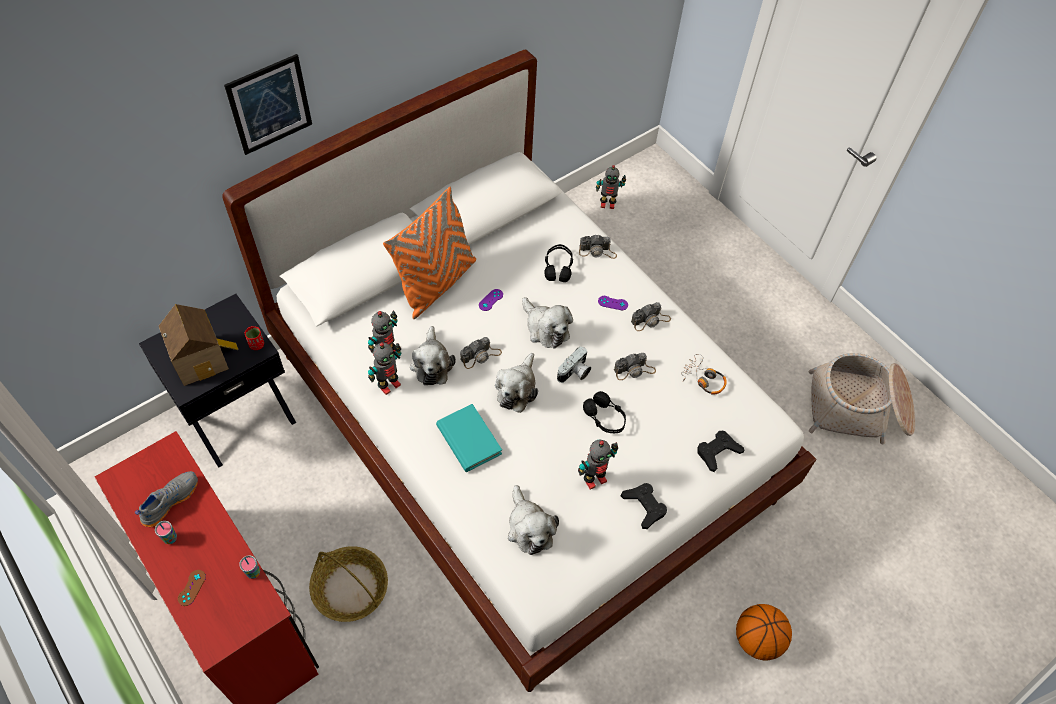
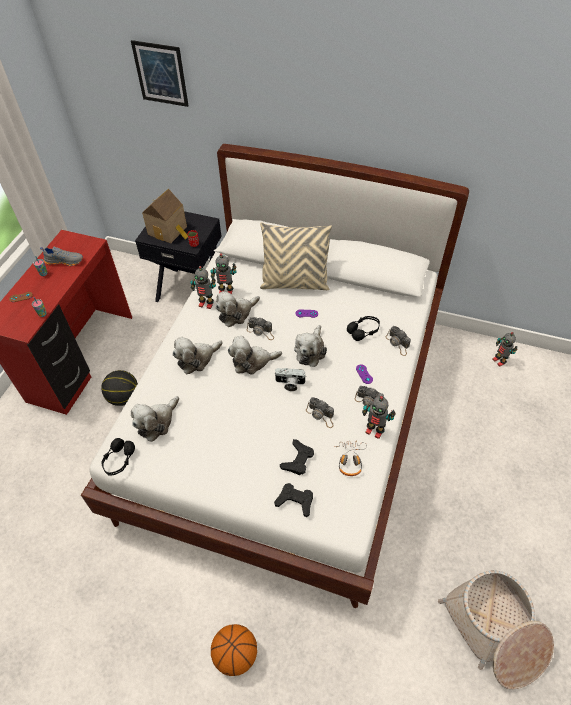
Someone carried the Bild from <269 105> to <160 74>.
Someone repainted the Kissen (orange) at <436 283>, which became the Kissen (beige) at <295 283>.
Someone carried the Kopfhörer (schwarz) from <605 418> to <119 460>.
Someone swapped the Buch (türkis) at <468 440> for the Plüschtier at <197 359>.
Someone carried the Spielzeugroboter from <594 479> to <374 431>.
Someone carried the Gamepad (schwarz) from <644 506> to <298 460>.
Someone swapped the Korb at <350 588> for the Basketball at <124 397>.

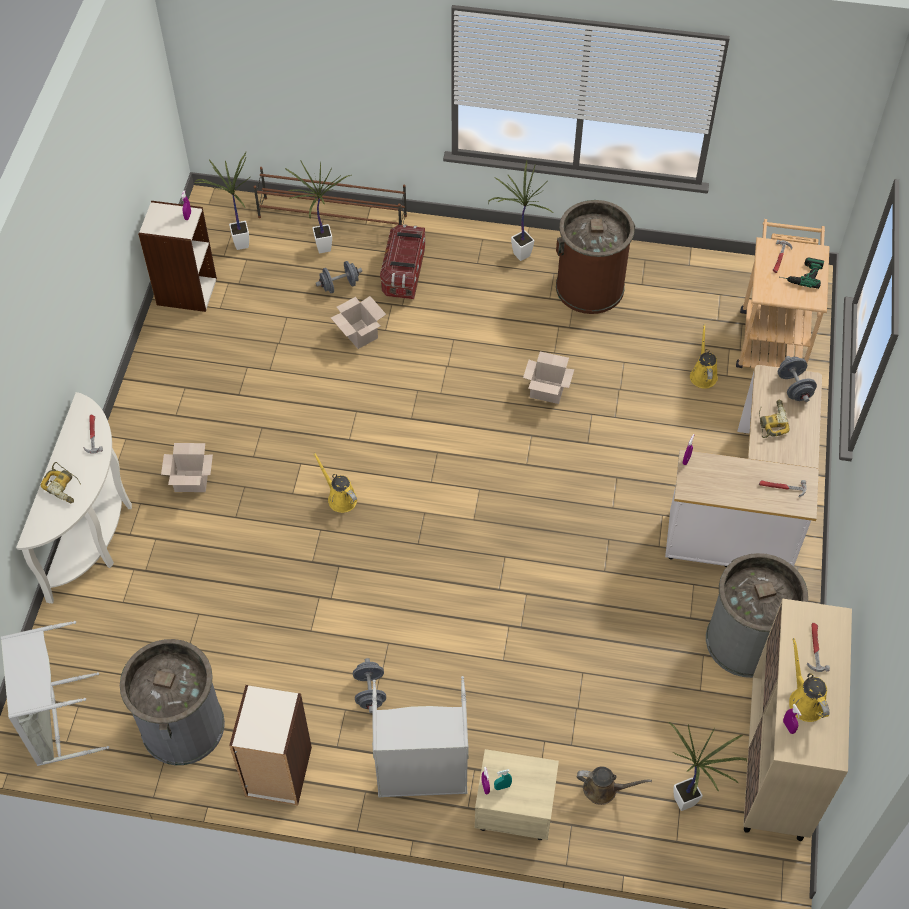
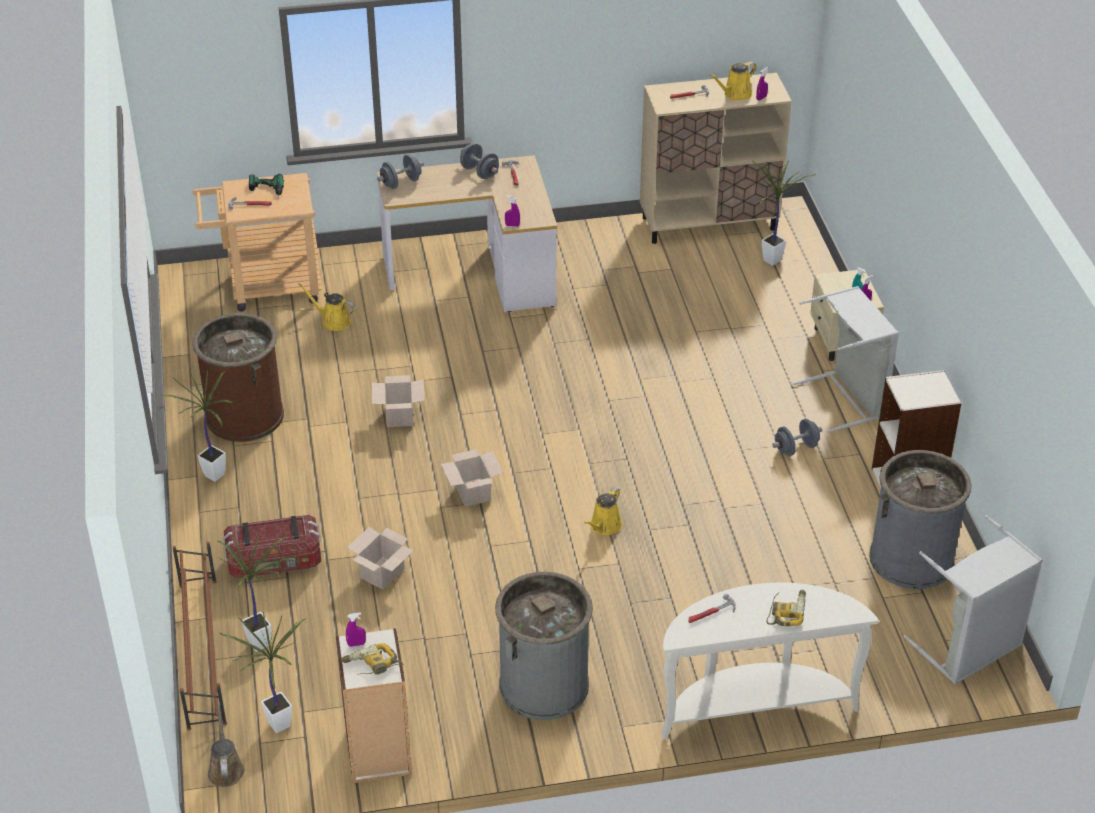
Someone carried the Hantel (grau) from <339 285> to <479 172>.
Someone rotated the Gießkanne (gelb) at <703 374> by 45 degrees clockwise.
Someone carried the Bohrmaschine from <771 421> to <372 665>.
Someone carried the Karton from <192 480> to <472 492>.
Someone carried the Mülleimer (grau) from <746 640> to <543 685>.
Someone carried the Gießkanne (braun) from <604 789> to <225 768>.

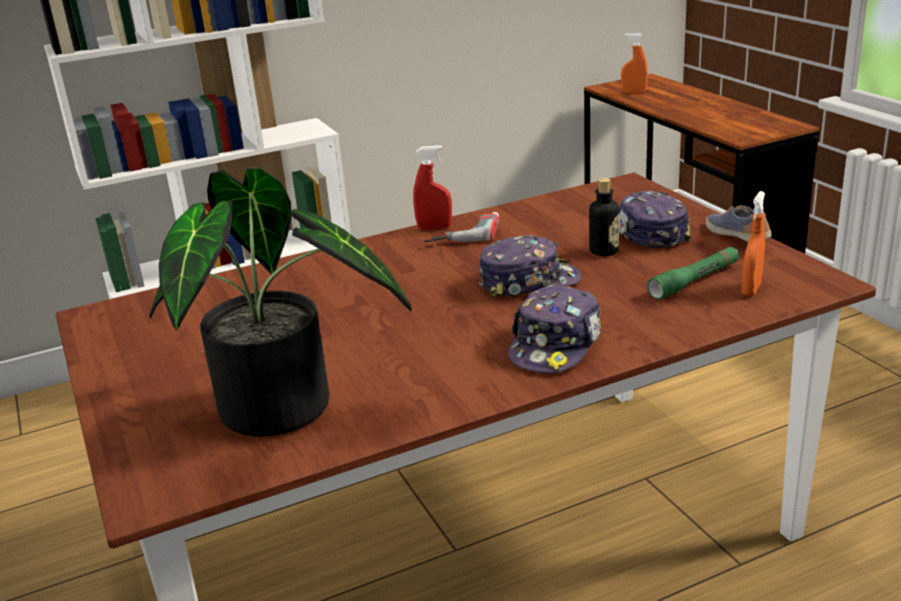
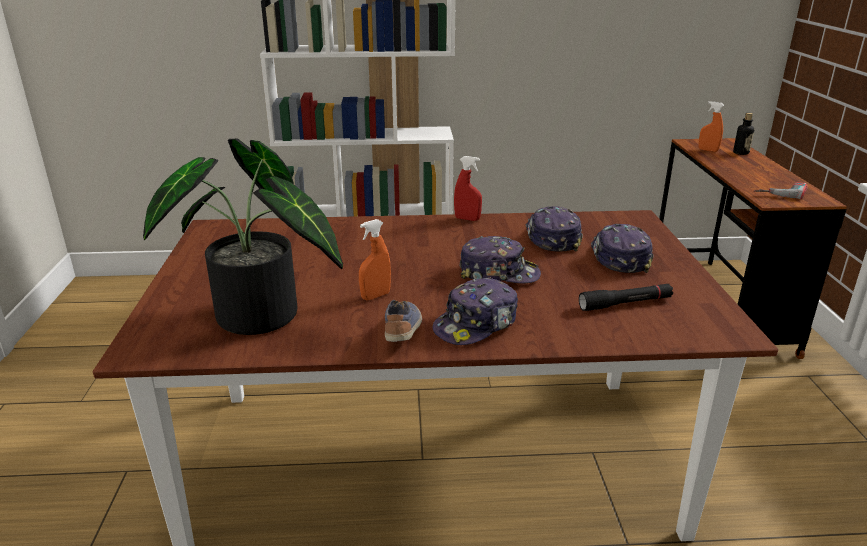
Someone carried the Flasche from <604 251> to <741 153>.
Someone carried the Sprühflasche (orange) from <751 289> to <375 296>.
Someone carried the Schuh from <738 237> to <403 330>.
Someone carried the Bohrmaschine from <464 233> to <780 192>.
Someone repainted the Taschenlampe (grün) at <695 281>, which became the Taschenlampe (schwarz) at <625 304>.
Someone put down the Kappe at <552 239>.

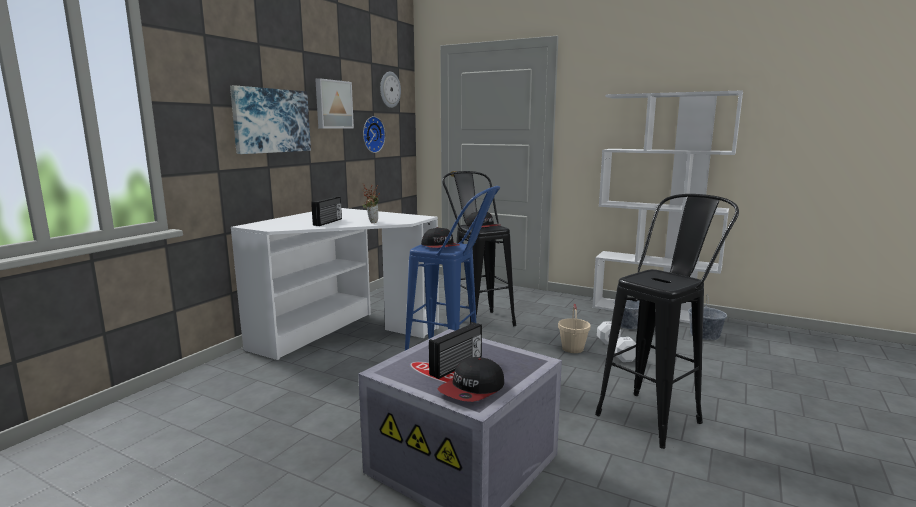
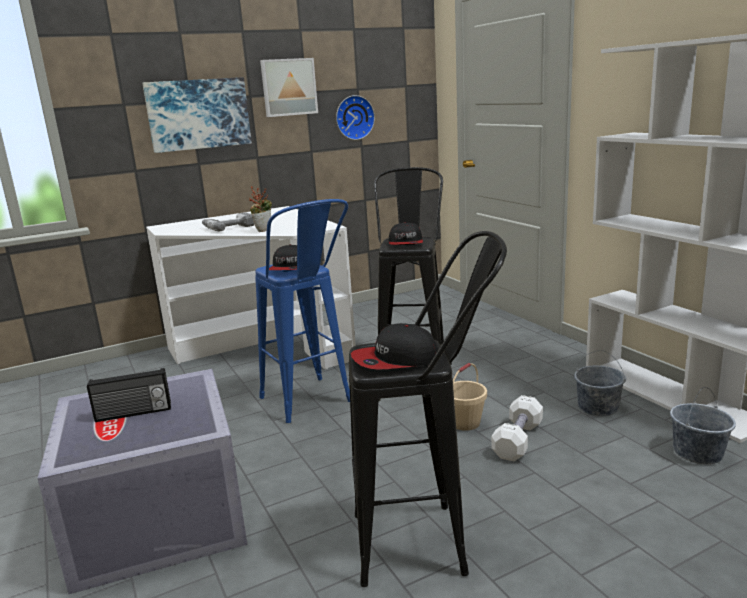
Someone took away the Wanduhr at <389 89>.
Someone swapped the Radio at <328 222> for the Bohrmaschine at <227 227>.
Someone carried the Kappe from <472 389> to <395 360>.

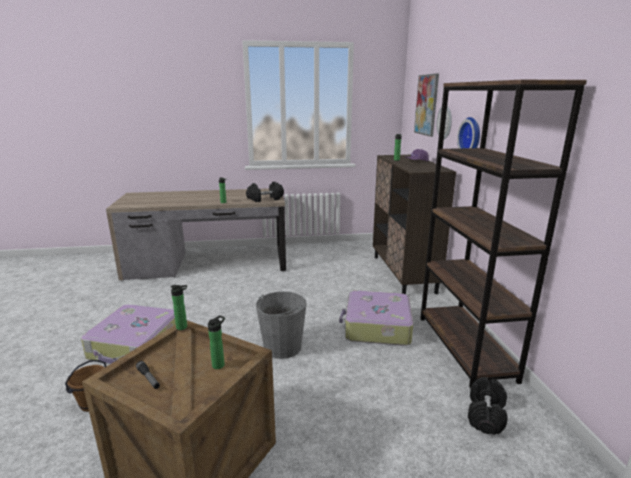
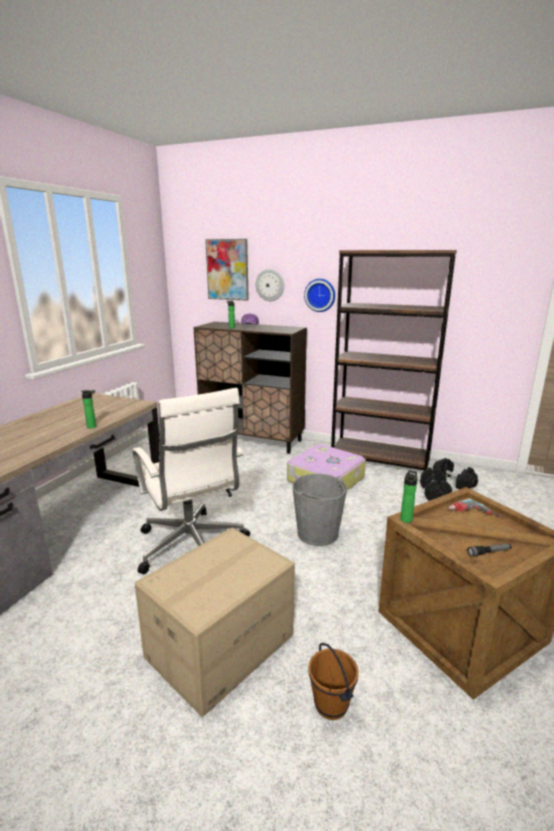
Someone carried the Hantel (schwarz) from <265 199> to <434 493>.
Someone swapped the Koffer at <136 345> for the Karton at <220 645>.
Someone swapped the Flasche at <220 364> for the Bohrmaschine at <474 514>.
Someone put down the Bürostuhl (weiß) at <192 547>.

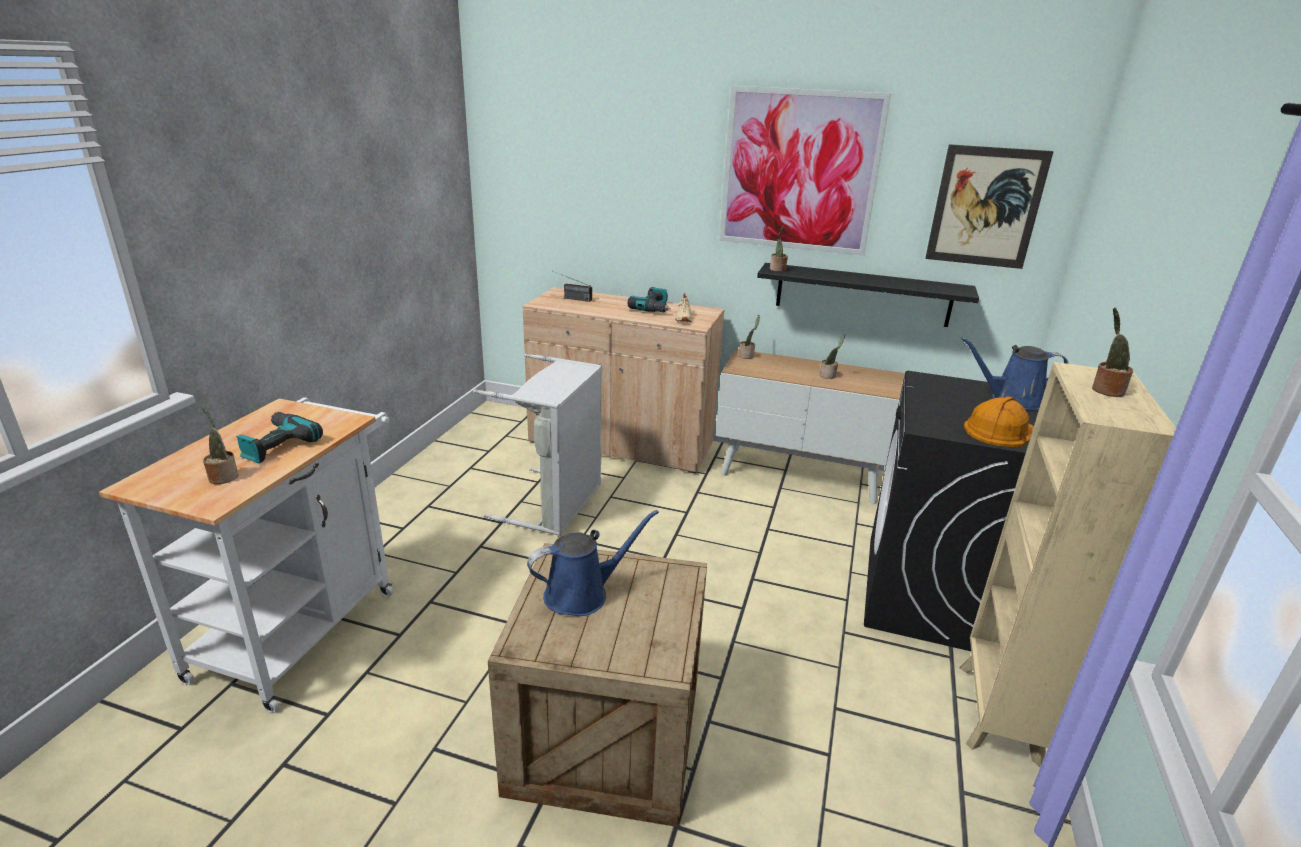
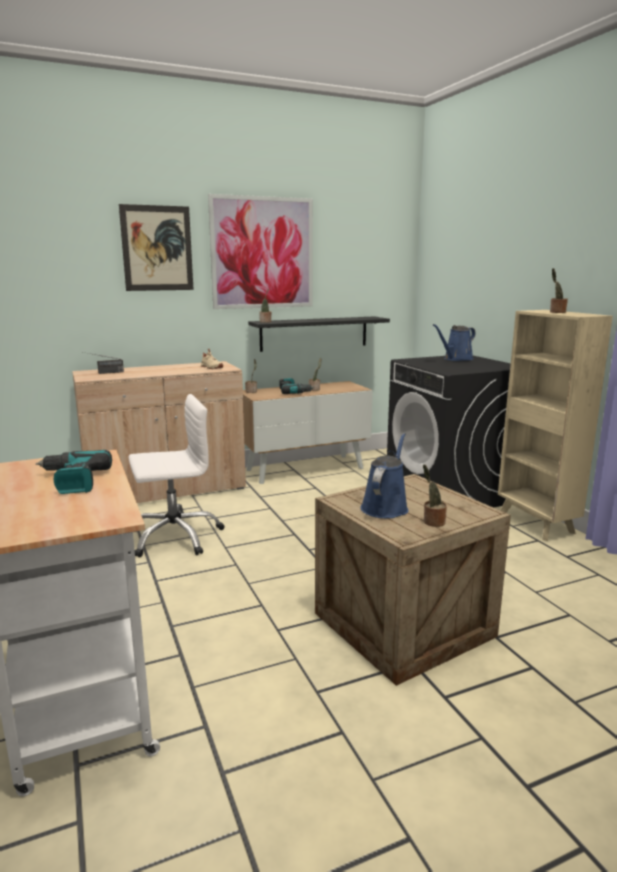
Someone carried the Bild from <986 207> to <157 248>.
Someone carried the Bohrmaschine from <654 308> to <294 392>.
Someone swapped the Wäschekorb (grau) at <556 504> for the Bürostuhl (weiß) at <174 536>.
Someone took away the Schutzhelm (orange) at <999 430>.
Someone carried the Topfpflanze from <223 476> to <432 522>.

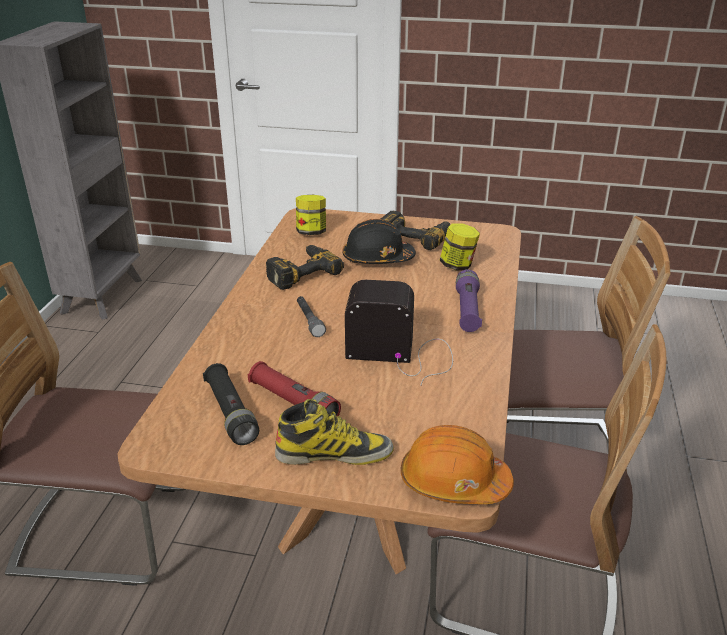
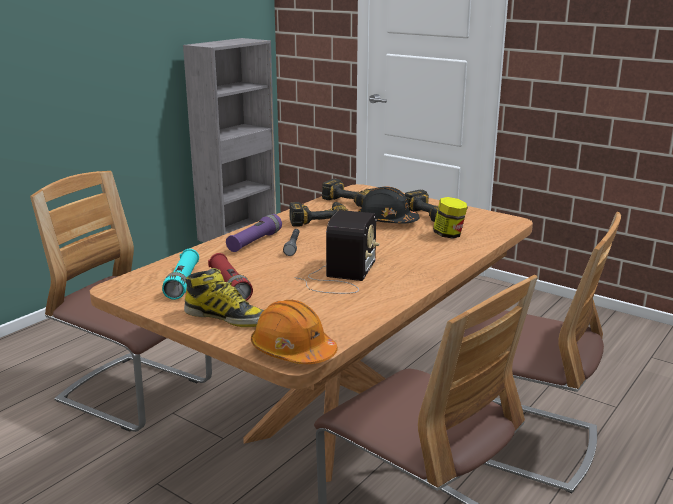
Someone swapped the Vorratsglas at <311 232> for the Bohrmaschine at <353 199>.
Someone carried the Taschenlampe (lila) from <467 310> to <254 242>.
Someone rotated the Radio at <403 353> by 75 degrees clockwise.
Someone repainted the Taschenlampe (schwarz) at <231 413>, which became the Taschenlampe (türkis) at <183 282>.

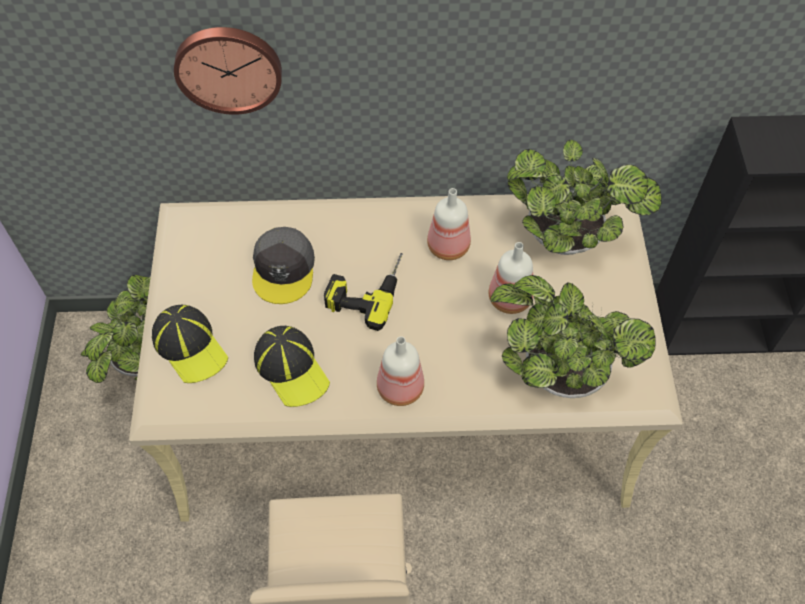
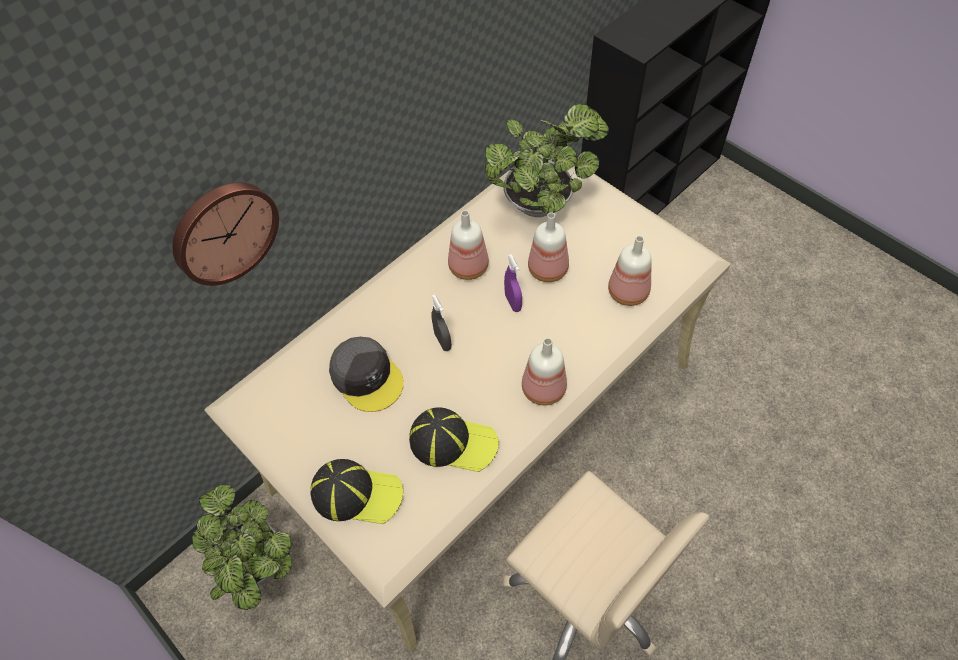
Someone swapped the Bohrmaschine at <365 288> for the Sprühflasche (grau) at <443 341>.
Someone swapped the Topfpflanze at <557 372> for the Flasche at <629 292>.
Someone put down the Sprühflasche (lila) at <513 302>.

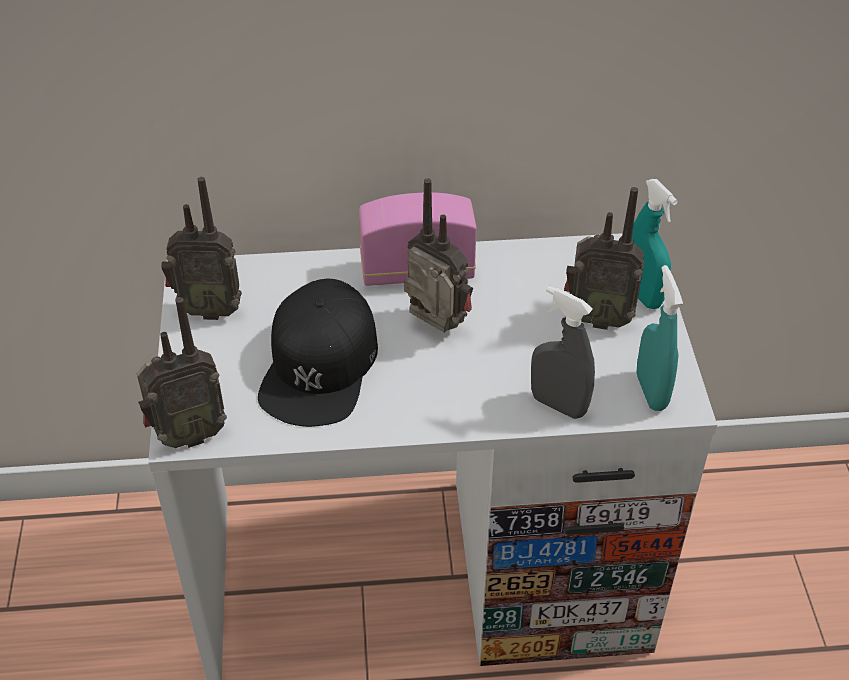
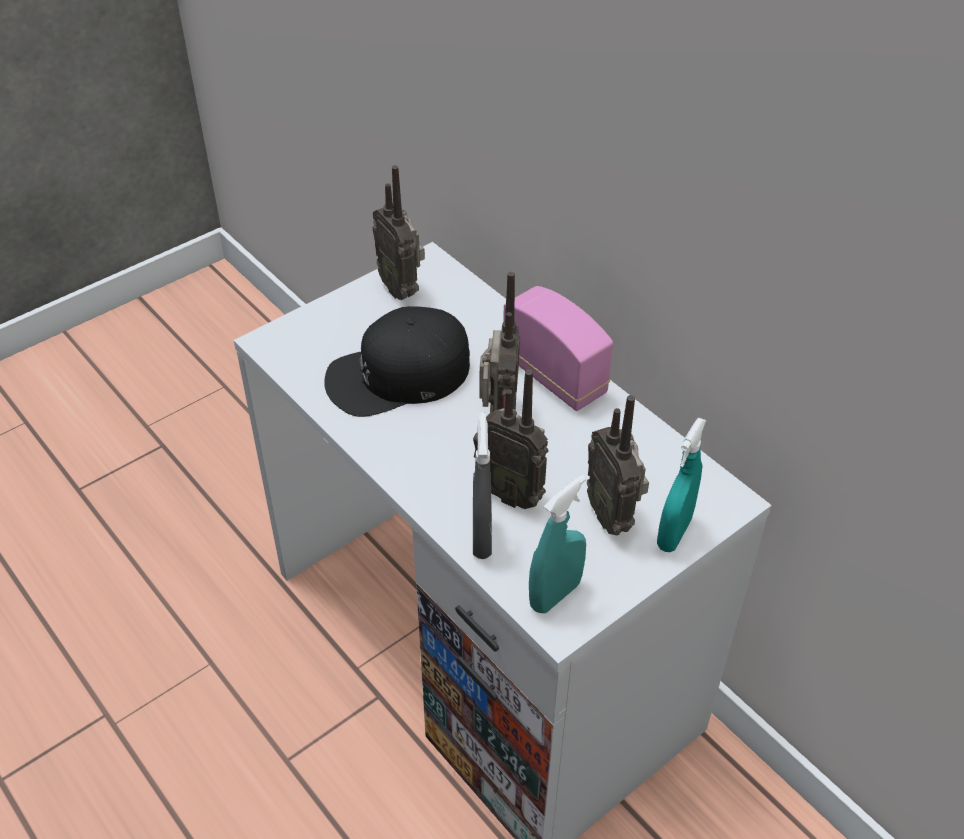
Someone carried the Radio from <187 435> to <512 493>.

